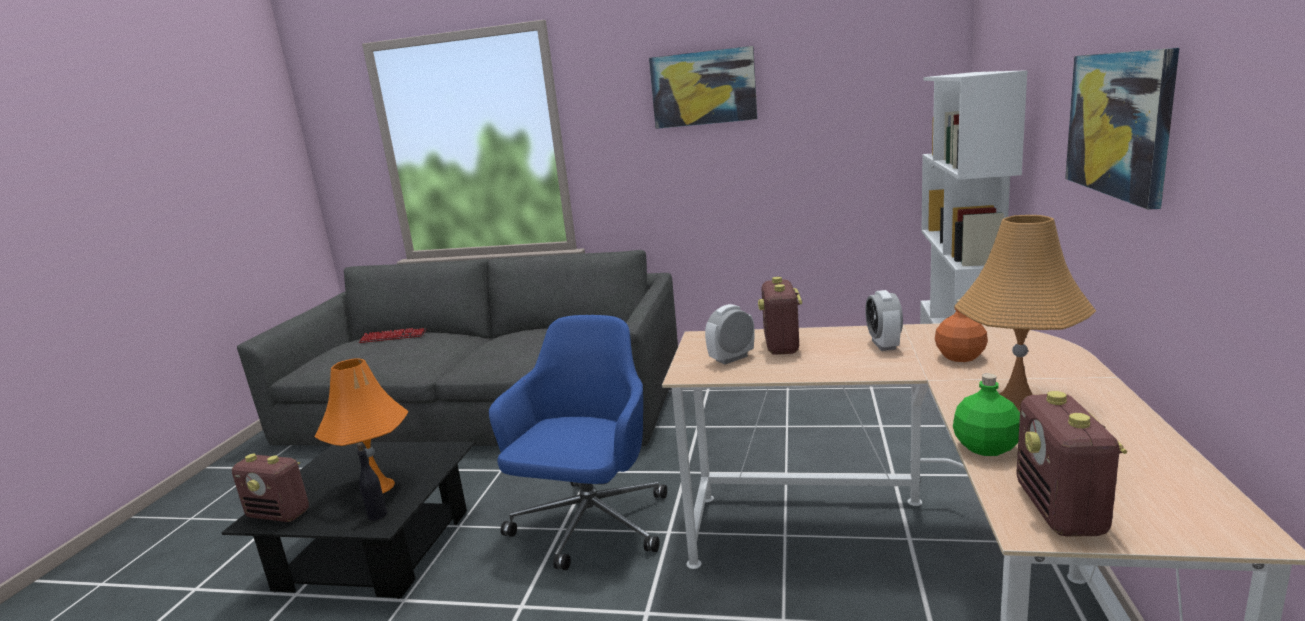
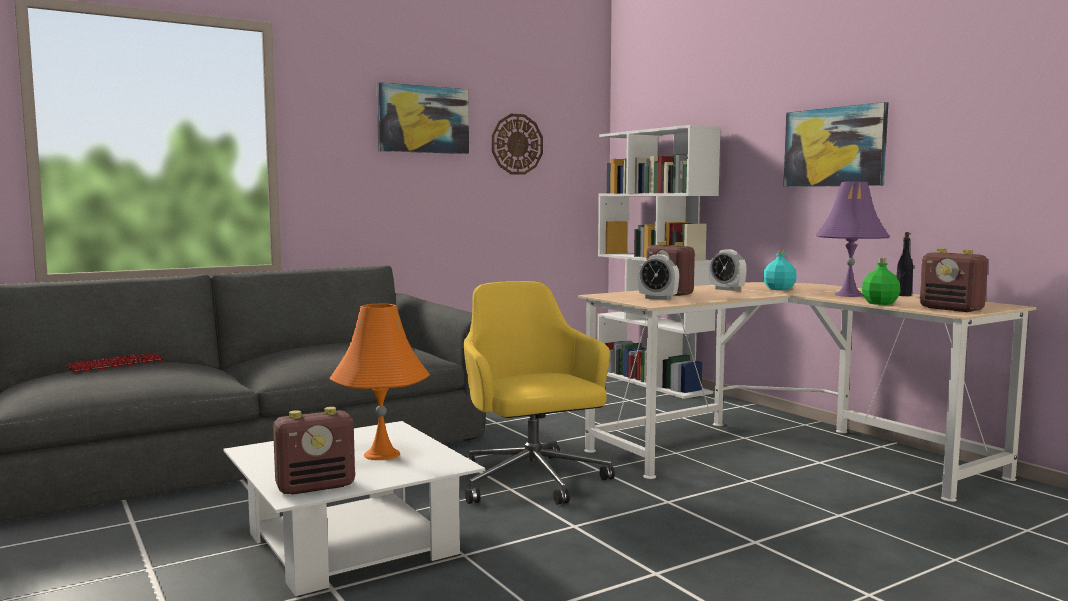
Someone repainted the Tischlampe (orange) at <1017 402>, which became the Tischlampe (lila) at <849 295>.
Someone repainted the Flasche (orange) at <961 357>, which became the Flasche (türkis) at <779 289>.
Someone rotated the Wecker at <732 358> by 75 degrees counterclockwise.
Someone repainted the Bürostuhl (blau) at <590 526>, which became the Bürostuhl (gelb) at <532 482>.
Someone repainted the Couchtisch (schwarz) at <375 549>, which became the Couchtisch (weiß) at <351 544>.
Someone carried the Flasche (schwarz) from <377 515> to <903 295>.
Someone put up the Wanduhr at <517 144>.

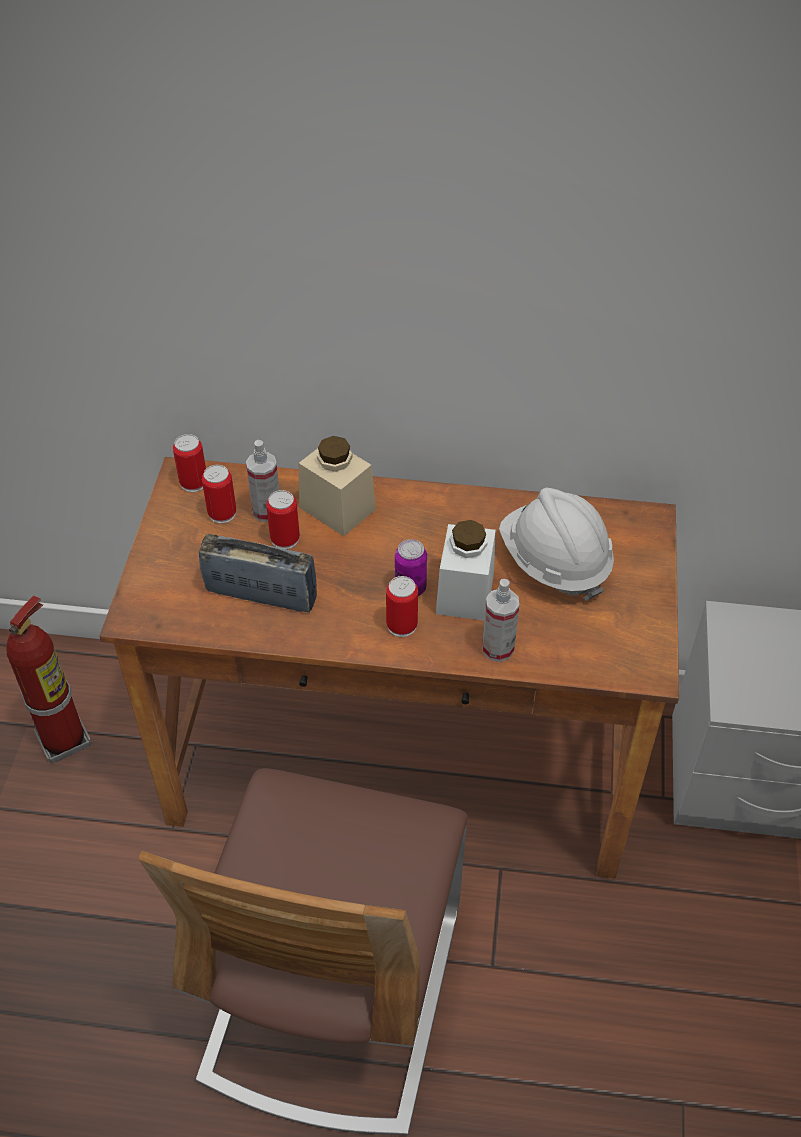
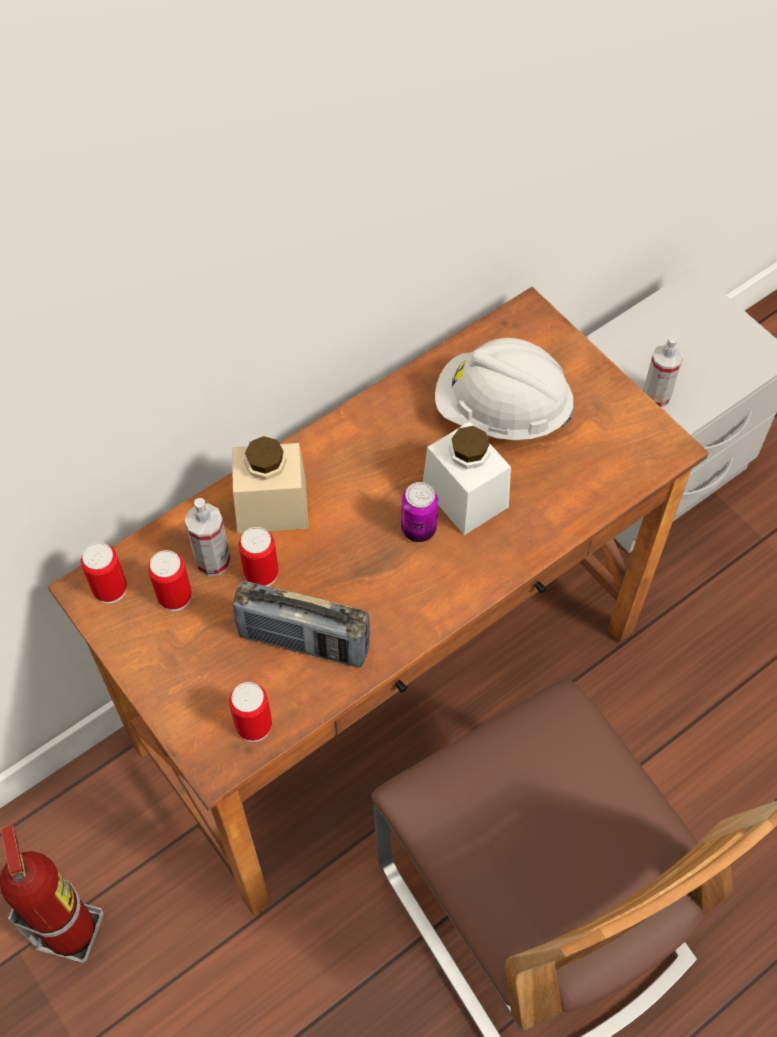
Someone rotated the Radio at <261 595> by 135 degrees counterclockwise.
Someone carried the Dose from <402 625> to <254 725>.
Someone carried the Sprühflasche from <498 648> to <656 396>.

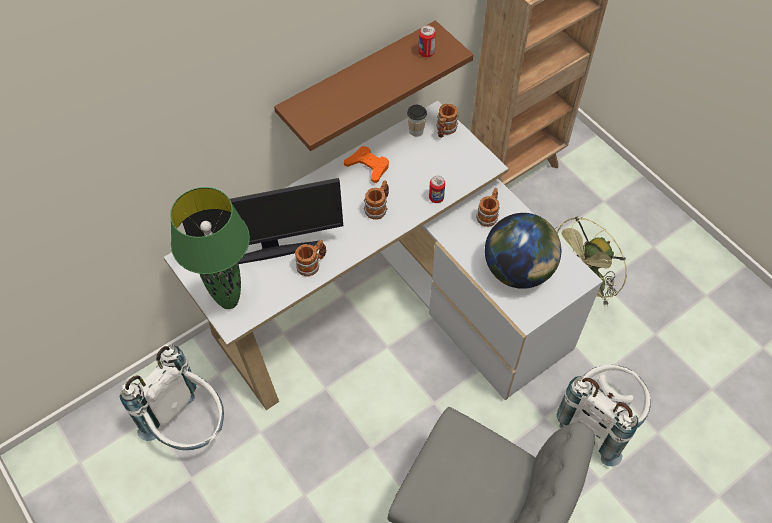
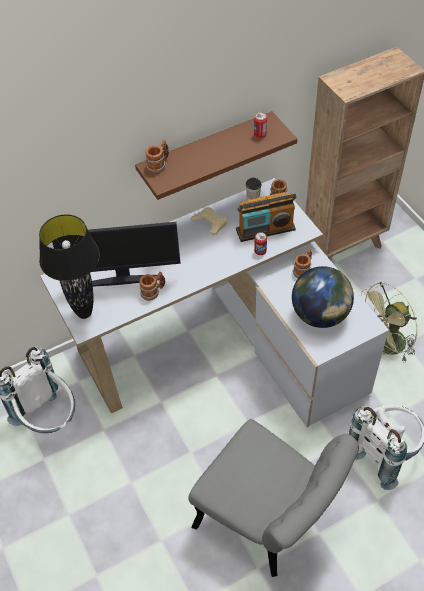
Someone repainted the Gamepad (orange) at <368 166>, which became the Gamepad (beige) at <210 223>.
Someone carried the Henkelbecher from <378 207> to <159 165>.
Someone repainted the Tischlampe (grün) at <229 301>, which became the Tischlampe (schwarz) at <84 313>.
Someone put down the Radio at <265 229>.

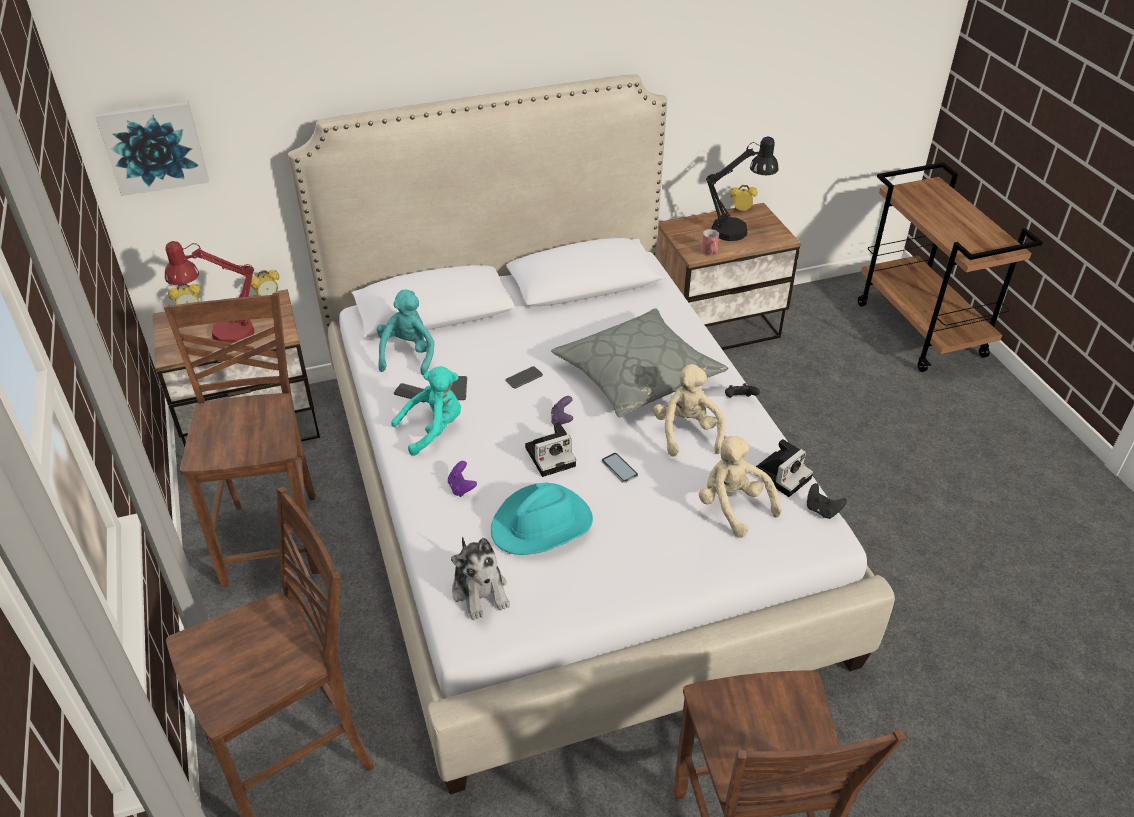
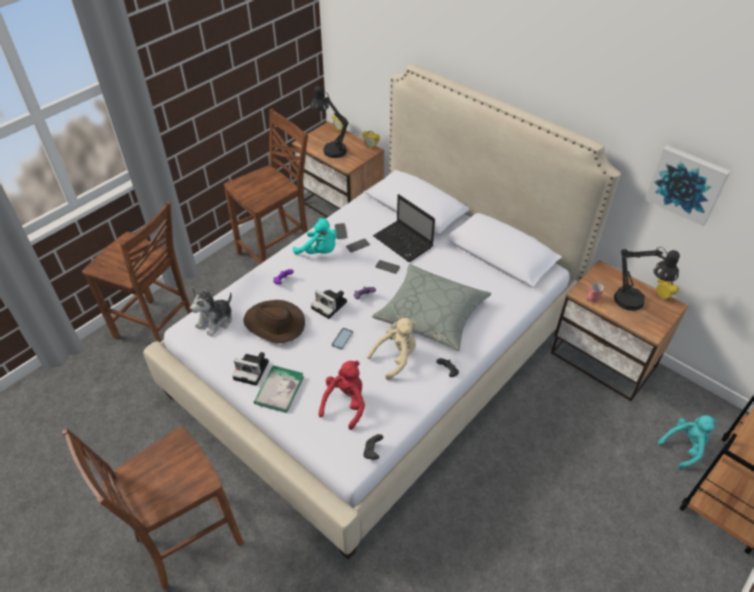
Someone carried the Bild from <154 145> to <687 184>.
Someone repainted the Tischlampe (rot) at <223 335>, which became the Tischlampe (schwarz) at <331 149>.
Someone carried the Plüschtier (türkis) from <408 354> to <684 447>.
Someone repainted the Plüschtier (beige) at <733 506>, which became the Plüschtier (rot) at <345 404>.
Someone carried the Kamera from <782 474> to <253 370>.
Someone repainted the Hut (türkis) at <542 524>, which became the Hut (braun) at <274 324>.
Someone put down the Laptop at <404 242>.
Someone put down the Buch at <279 390>.

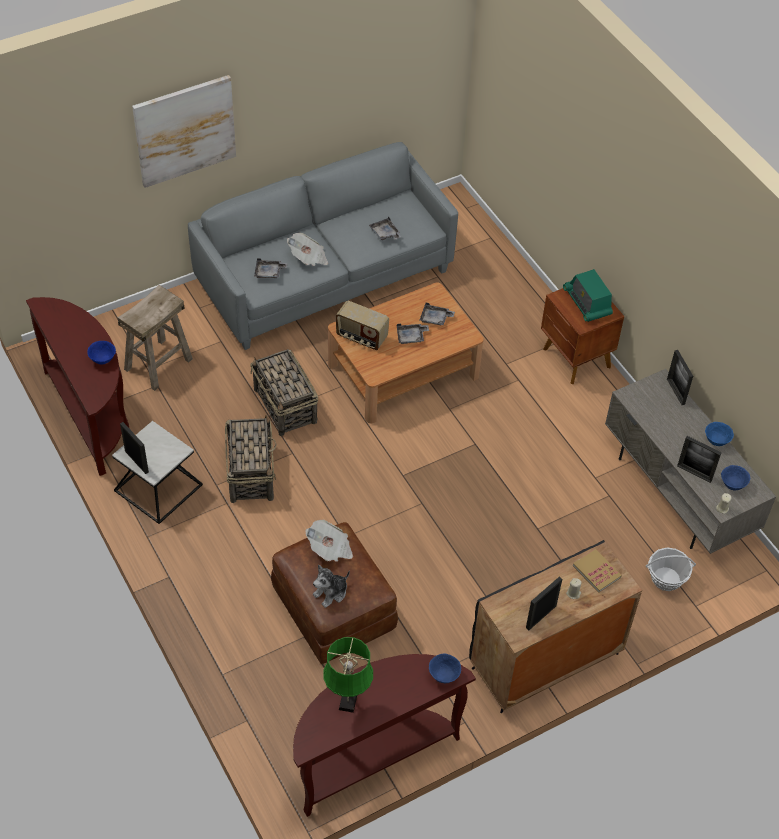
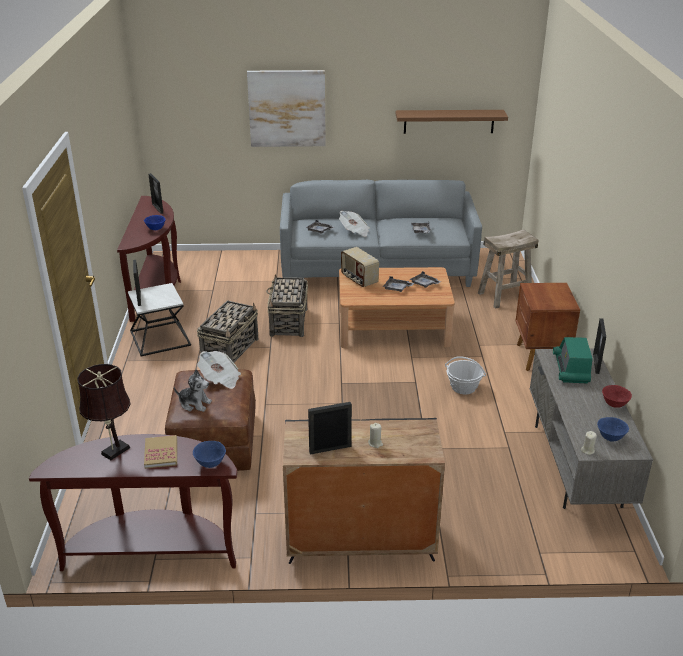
Someone carried the Radio from <587 303> to <571 369>.
Someone carried the Hocker (beige) from <158 363> to <504 296>.
Someone repainted the Schüssel (blau) at <716 441>, which became the Schüssel (rot) at <614 404>.
Someone carried the Bilderrahmen from <694 473> to <157 208>.
Someone carried the Korb from <666 579> to <463 387>.
Someone carried the Buch from <596 571> to <161 453>.
Someone rotated the Plüschtier at <331 593> by 150 degrees counterclockwise.
Someone repainted the Tischlampe (grün) at <347 702>, which became the Tischlampe (braun) at <113 452>.
Someone put up the Wandregal (braun) at <449 121>.

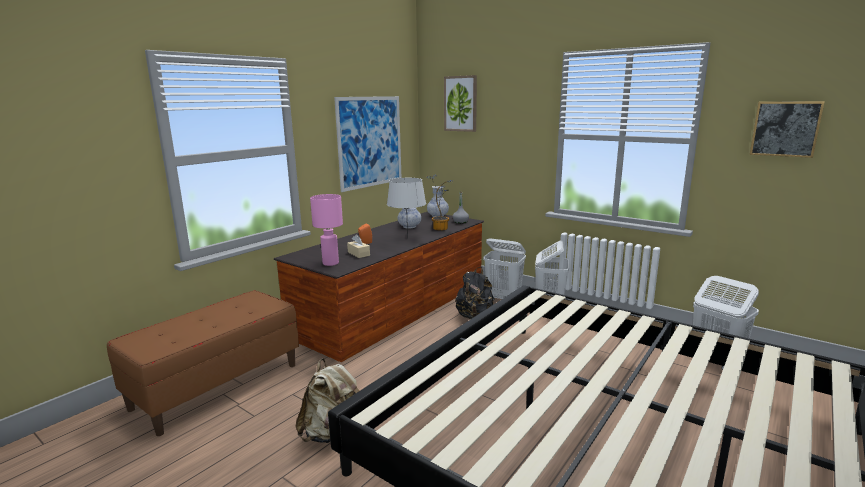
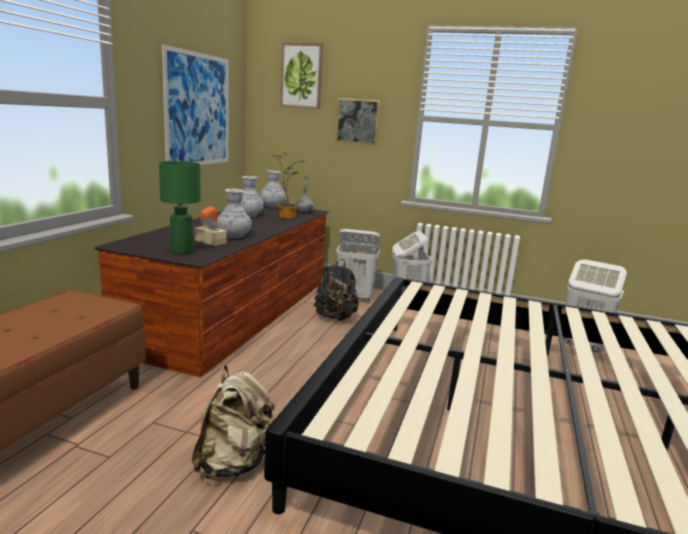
Someone carried the Bild from <785 129> to <357 121>.
Someone took away the Tischlampe (grau) at <407 238>.
Someone repainted the Tischlampe (rosa) at <331 263>, which became the Tischlampe (grün) at <182 251>.
Someone put down the Vase at <234 236>.

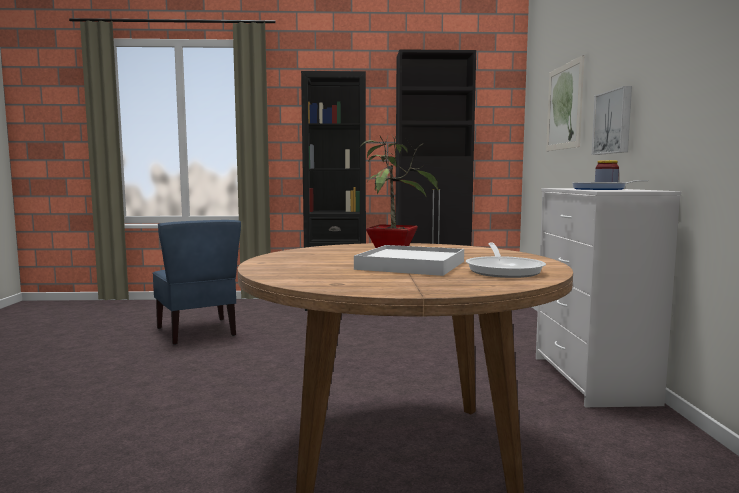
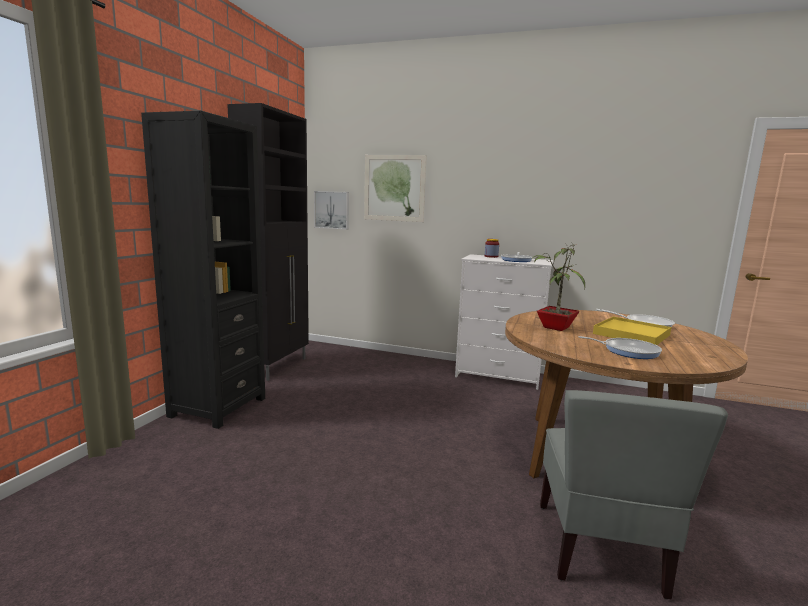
Someone carried the Bild from <614 122> to <332 210>.
Someone took away the Stuhl (blau) at <197 332>.
Someone repainted the Tablett (weiß) at <411 265>, which became the Tablett (gelb) at <631 334>.
Someone put down the Pfanne at <627 351>.
Someone put down the Stuhl (grau) at <600 548>.

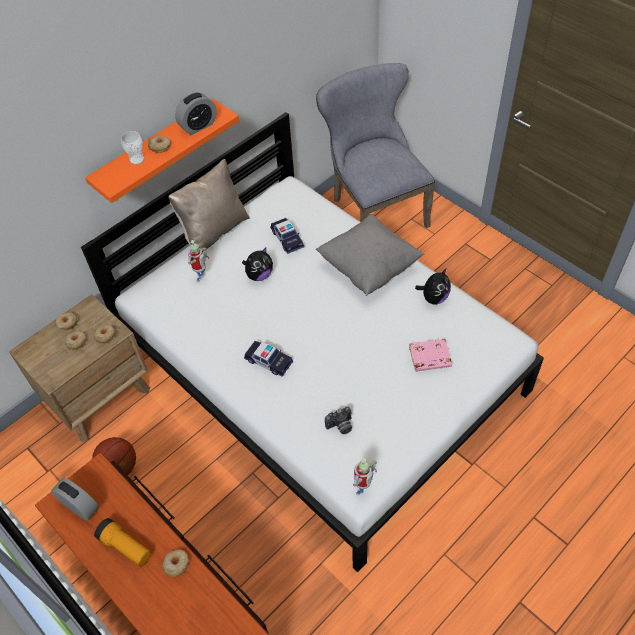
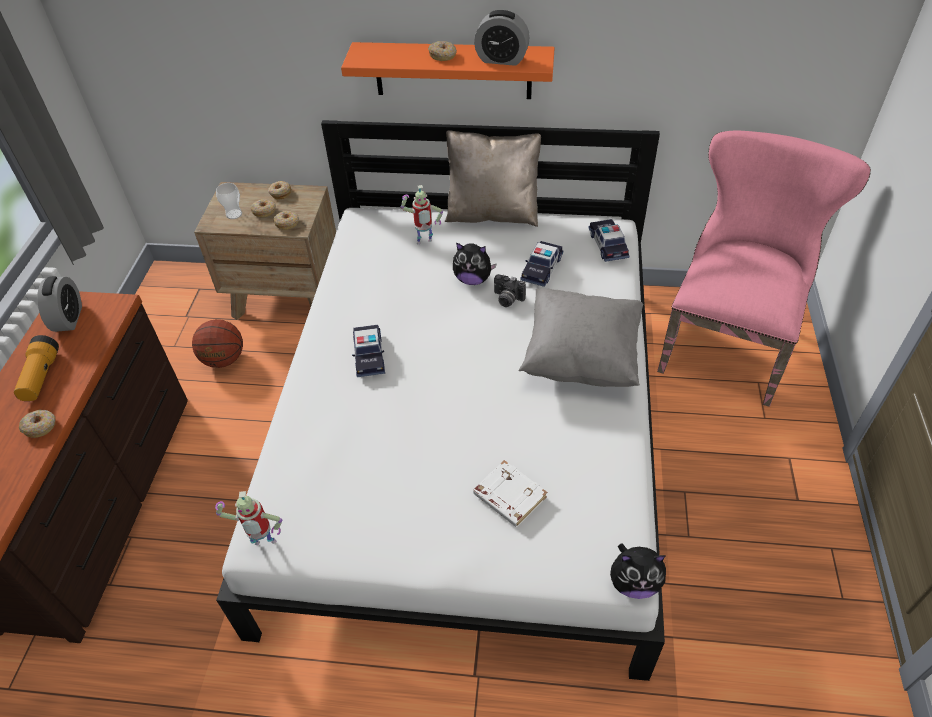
Someone repainted the Stuhl (grau) at <374 209>, which became the Stuhl (rosa) at <727 341>.
Someone carried the Tasse from <137 159> to <234 214>.
Someone carried the Plüschtier from <434 298> to <634 582>.
Someone repainted the Buch (rosa) at <429 358>, which became the Buch (weiß) at <508 496>.
Someone carried the Kamera from <340 426> to <507 299>.
Someone put down the Spielzeugauto at <608 245>.

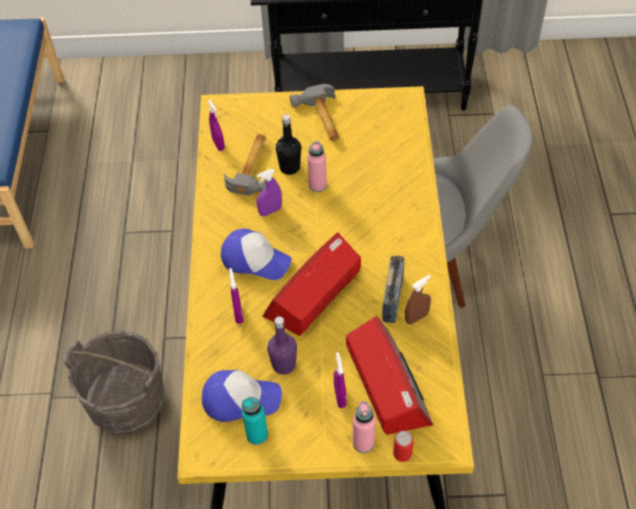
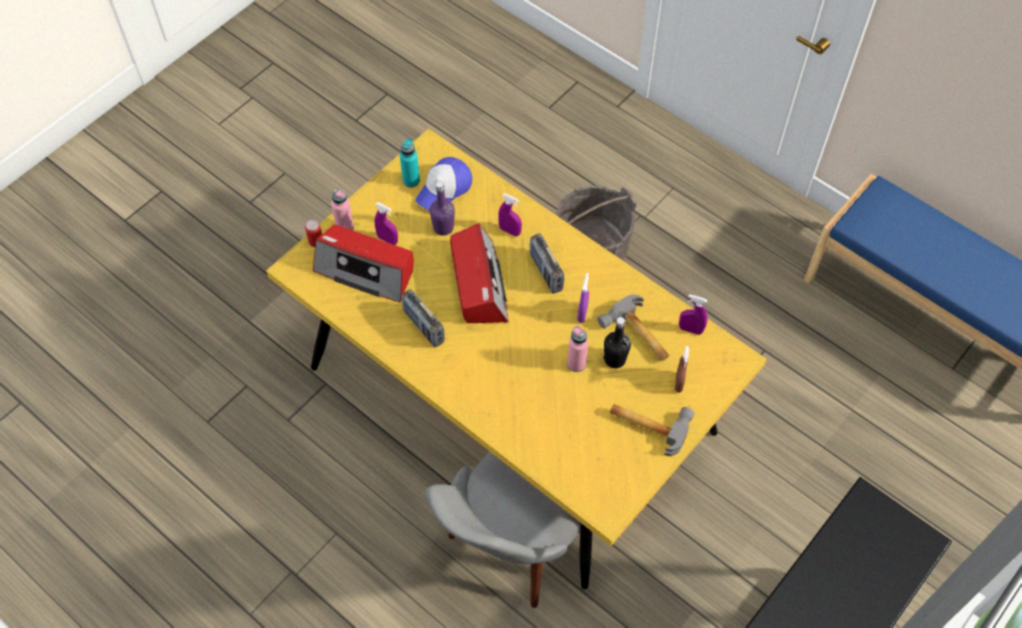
Someone swapped the Kappe at <255 259> for the Radio at <546 272>.
Someone carried the Sprühflasche (braun) from <416 317> to <679 383>.

